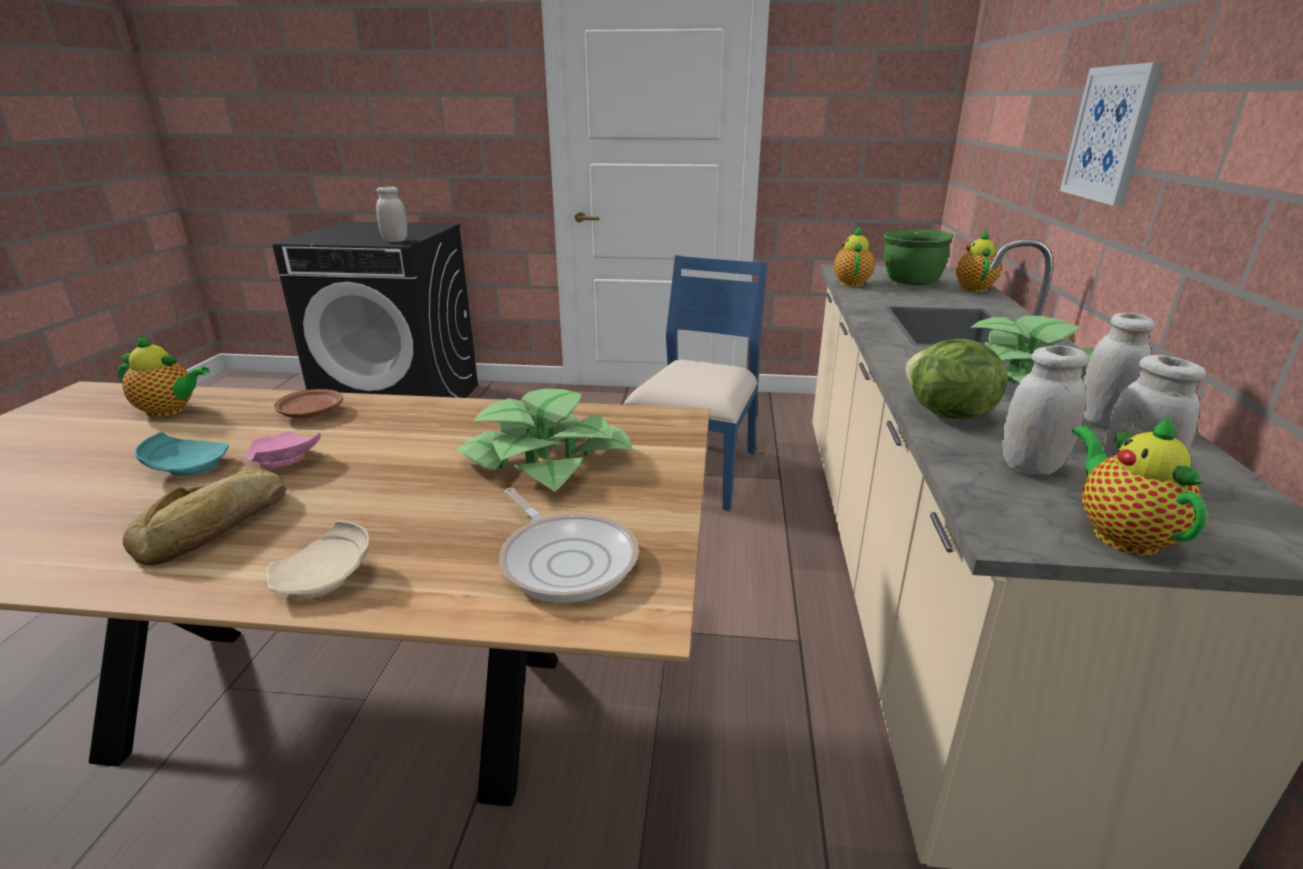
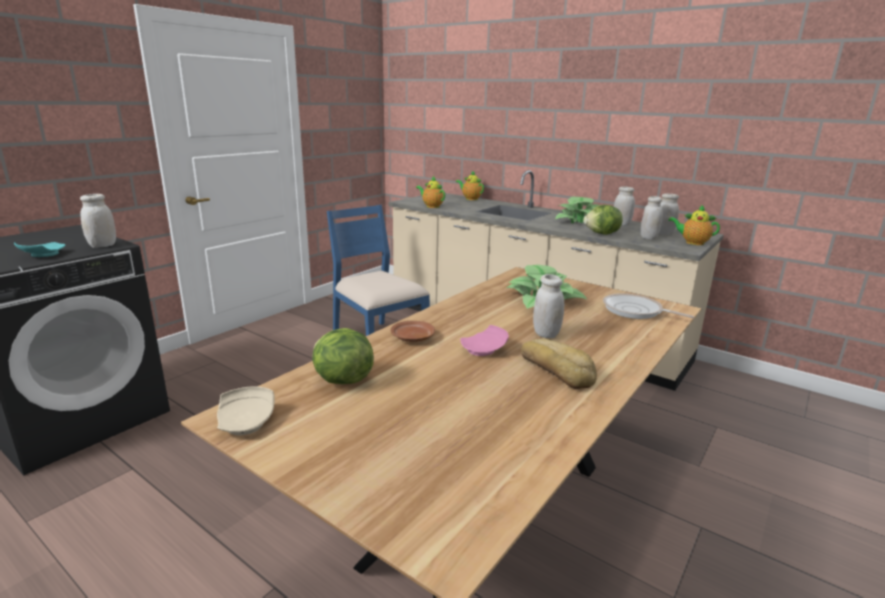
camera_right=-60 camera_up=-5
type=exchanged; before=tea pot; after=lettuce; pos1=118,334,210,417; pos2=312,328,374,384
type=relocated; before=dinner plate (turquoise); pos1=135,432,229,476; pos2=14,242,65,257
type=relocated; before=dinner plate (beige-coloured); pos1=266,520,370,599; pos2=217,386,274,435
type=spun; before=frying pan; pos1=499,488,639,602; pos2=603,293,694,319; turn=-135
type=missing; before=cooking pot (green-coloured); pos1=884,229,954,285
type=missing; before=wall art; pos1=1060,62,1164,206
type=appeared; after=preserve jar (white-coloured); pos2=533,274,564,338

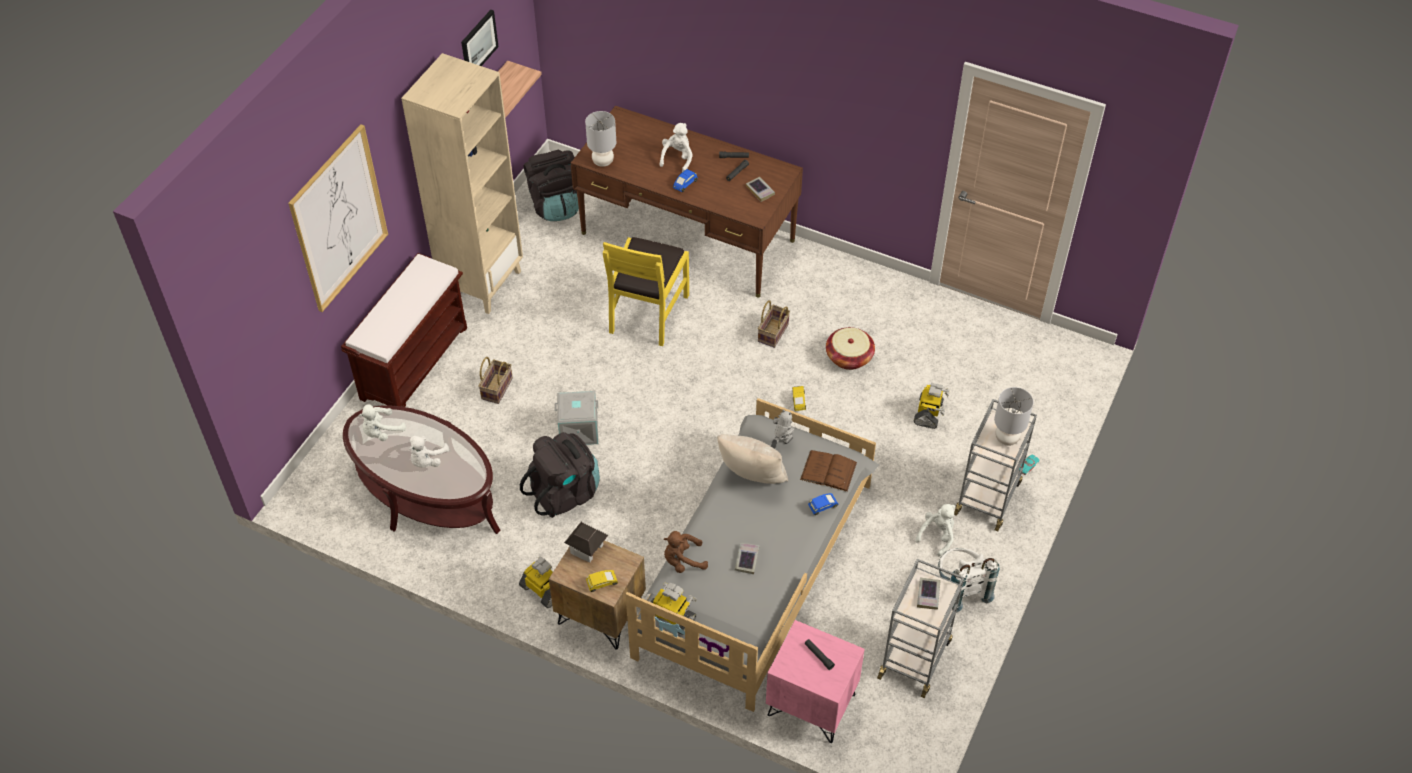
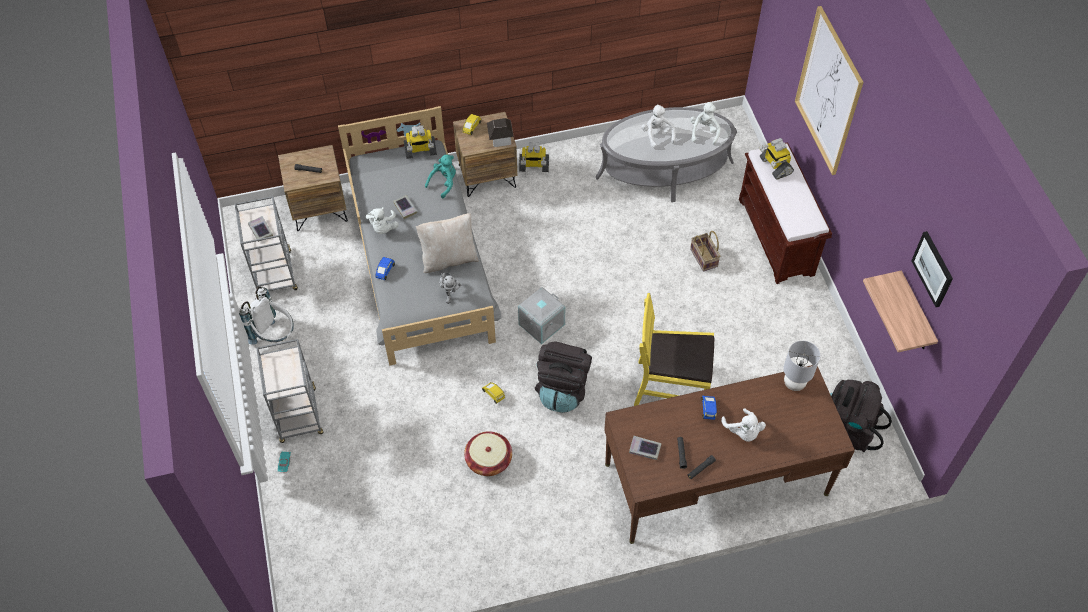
camera_right=140 camera_up=5
type=colour; before=coffee table (brown-coloured); after=coffee table (grey); pos1=343,405,500,534; pos2=596,107,737,202
type=missing; before=shelving unit (beige-coloured); pos1=401,53,523,314
type=relocated; before=backpack (blackish); pos1=520,432,600,518; pos2=535,341,592,413
type=relocated; before=storage box (grey); pos1=555,391,598,445; pos2=518,287,565,344
type=spun; before=chair (yellow); pos1=603,237,689,346; pos2=634,293,714,406; turn=-60
type=colour; before=cuddly toy (brown-coloured); after=cuddly toy (turquoise); pos1=664,531,708,573; pos2=425,155,456,198
type=missing; before=household basket; pos1=758,300,790,348
type=colour; before=nightstand (pink); after=nightstand (brown-coloured); pos1=766,620,865,743; pos2=278,145,348,231
type=missing; before=book (brown-coloured); pos1=800,450,857,492
type=relocated; before=toy robot; pos1=914,382,950,429; pos2=760,138,794,179
type=relocated; before=cuddly toy (white-coloured); pos1=915,504,955,557; pos2=366,207,399,234
type=missing; before=tabletop lamp (grey); pos1=994,387,1033,446

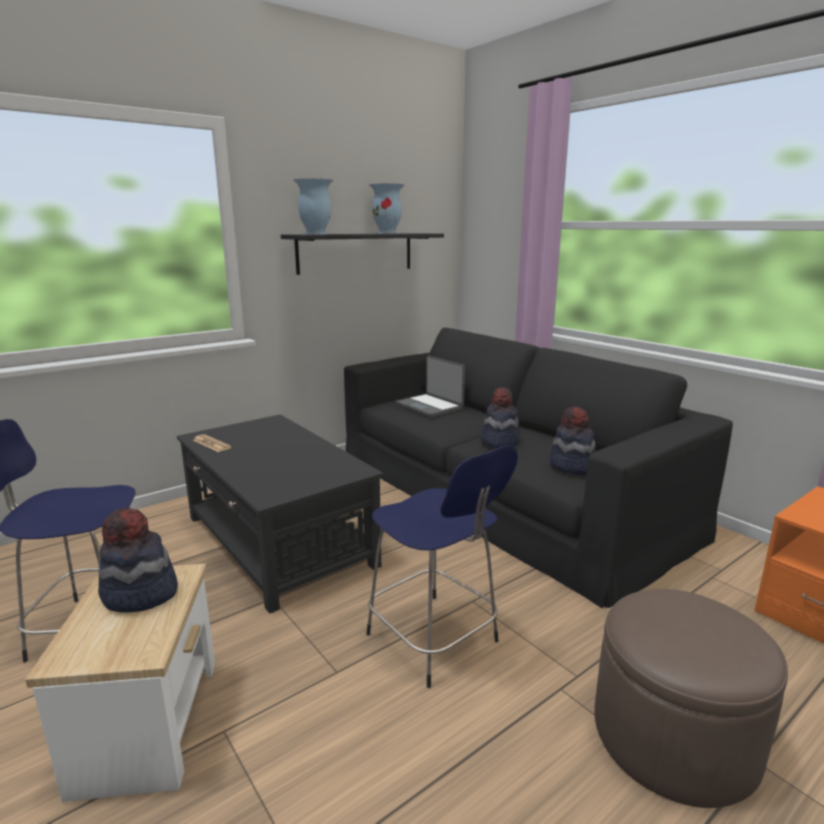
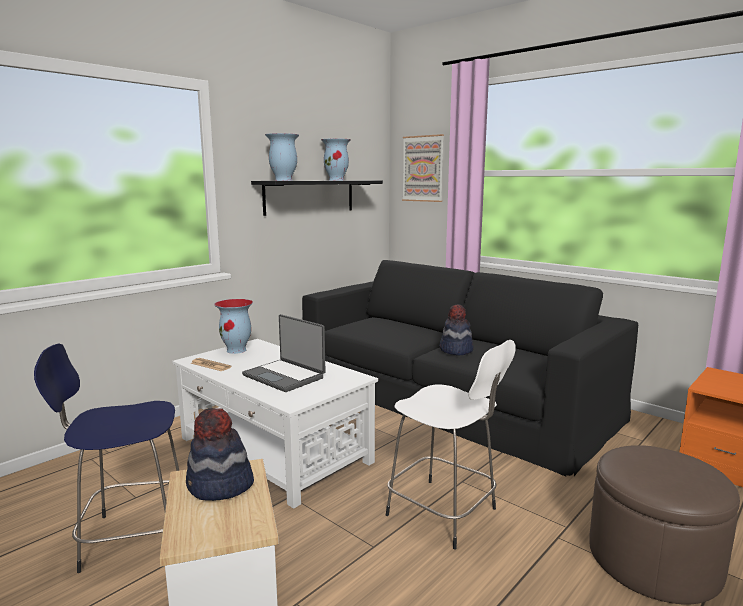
camera_right=-10 camera_up=-5
type=colour; before=coffee table (blackish); after=coffee table (white-coloured); pos1=177,414,383,614; pos2=172,339,378,509
type=colour; before=stool seat (bluish); after=stool seat (white-coloured); pos1=366,446,518,688; pos2=386,340,516,549
type=relocated; before=portable computer; pos1=395,356,465,418; pos2=242,314,326,392
type=missing; before=hat; pos1=550,406,596,475
type=appeared; after=flower vase; pos2=214,299,253,354
type=appeared; after=wall art; pos2=402,134,444,202

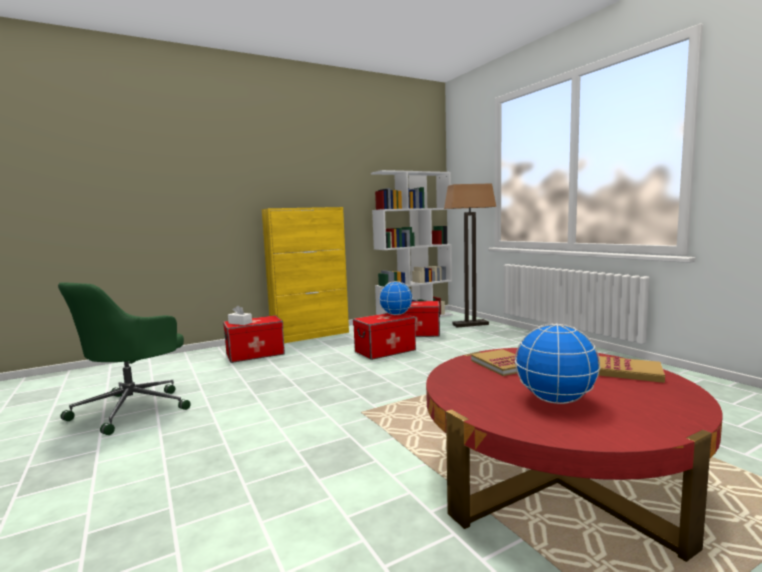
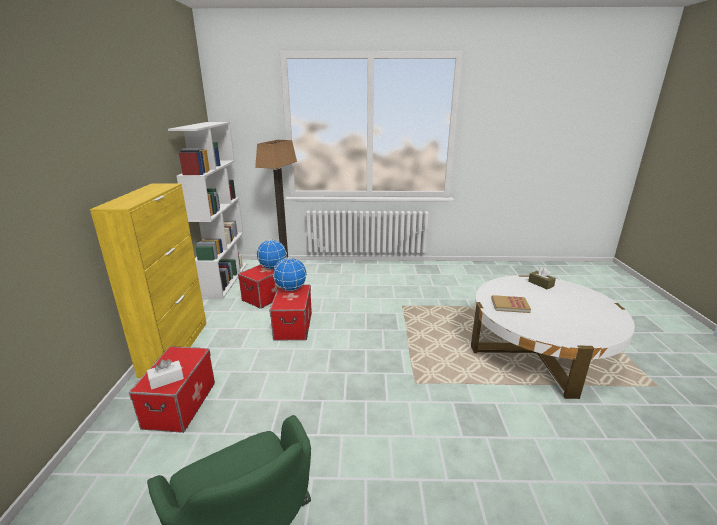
camera_right=-60 camera_up=15
type=colour; before=coffee table (red); after=coffee table (white-coloured); pos1=426,348,722,562; pos2=471,275,635,399
type=relocated; before=world globe; pos1=515,323,600,404; pos2=256,239,287,269
type=exchanged; before=book; after=tissue box (brown-coloured); pos1=598,356,665,383; pos2=528,267,556,289

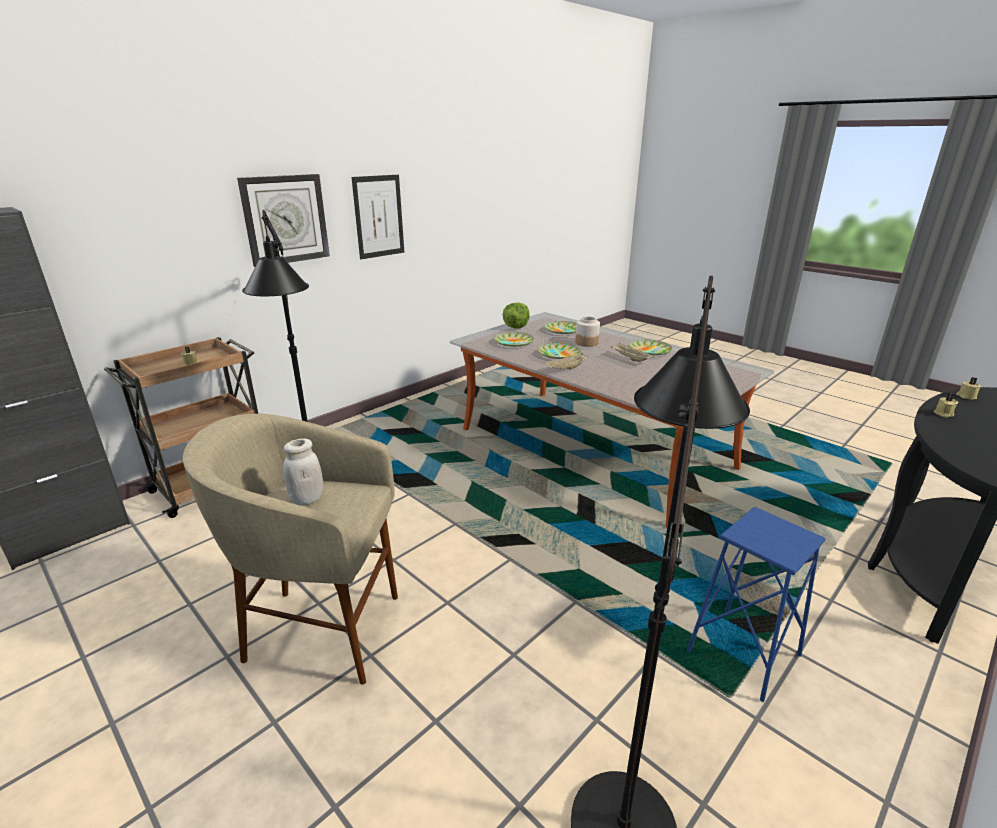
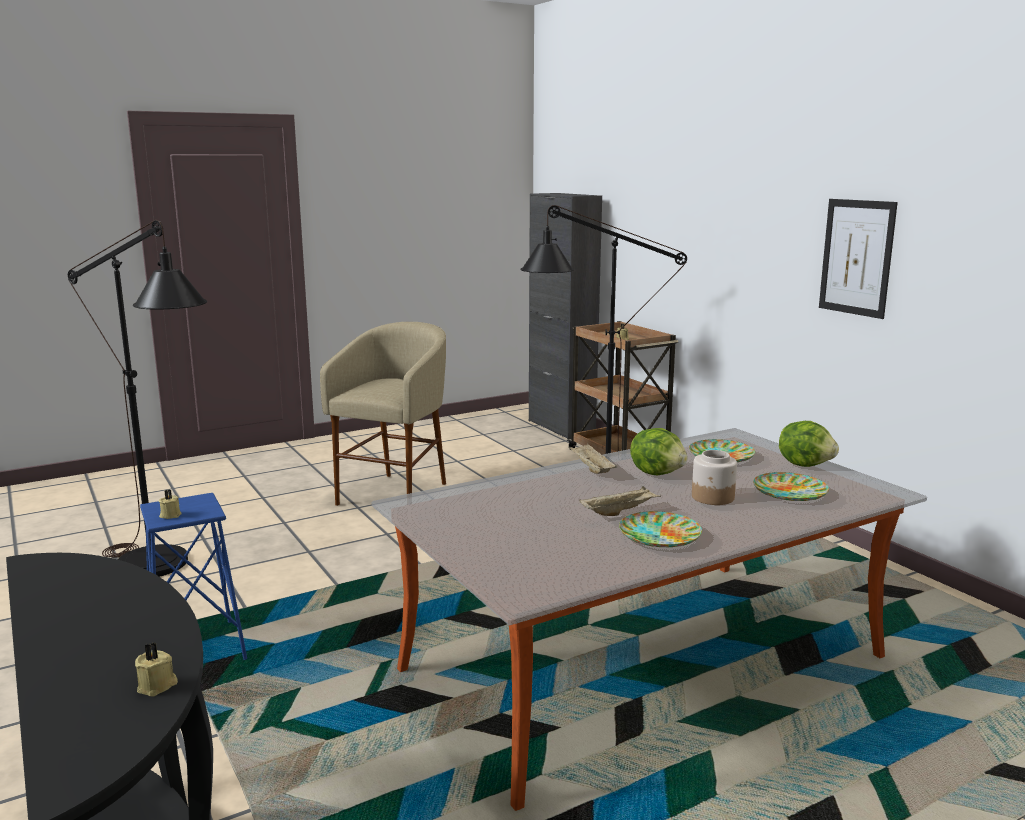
camera_right=105 camera_up=-10
type=missing; before=wall clock; pos1=237,174,330,267
type=missing; before=preserve jar (white-coloured); pos1=283,439,323,506
type=exchanged; before=dinner plate; after=lettuce; pos1=538,343,581,359; pos2=630,428,688,475
type=relocated; before=wax light (beige-coloured); pos1=933,393,958,418; pos2=159,490,182,519

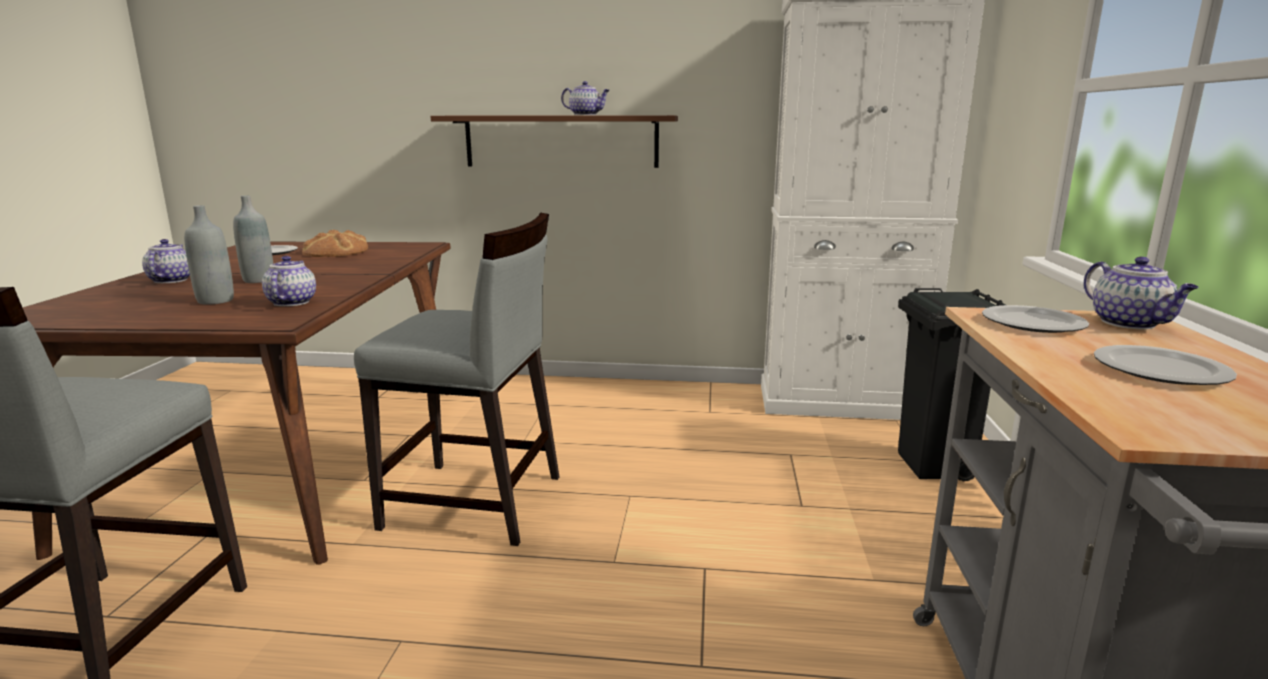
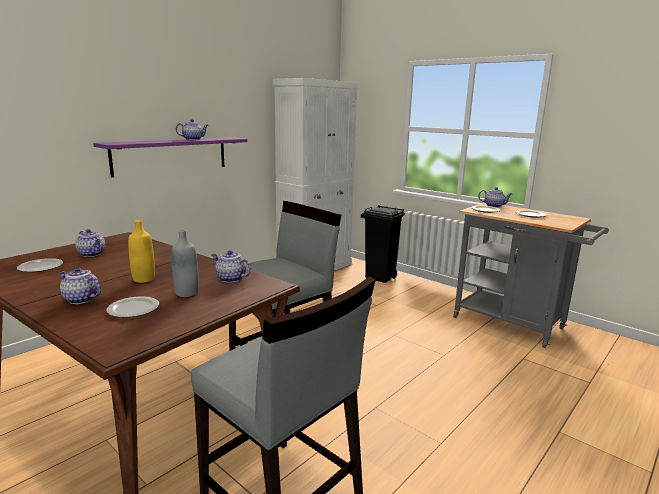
camera_right=-55 camera_up=0
type=colour; before=bottle (grey); after=bottle (yellow); pos1=233,195,273,283; pos2=128,220,155,283
type=exchanged; before=bread; after=tea pot; pos1=302,230,368,257; pos2=75,229,105,257
type=colour; before=wall shelf (brown-coloured); after=wall shelf (purple-coloured); pos1=430,115,678,168; pos2=93,137,248,177
type=appeared; after=dinner plate; pos2=106,296,159,318

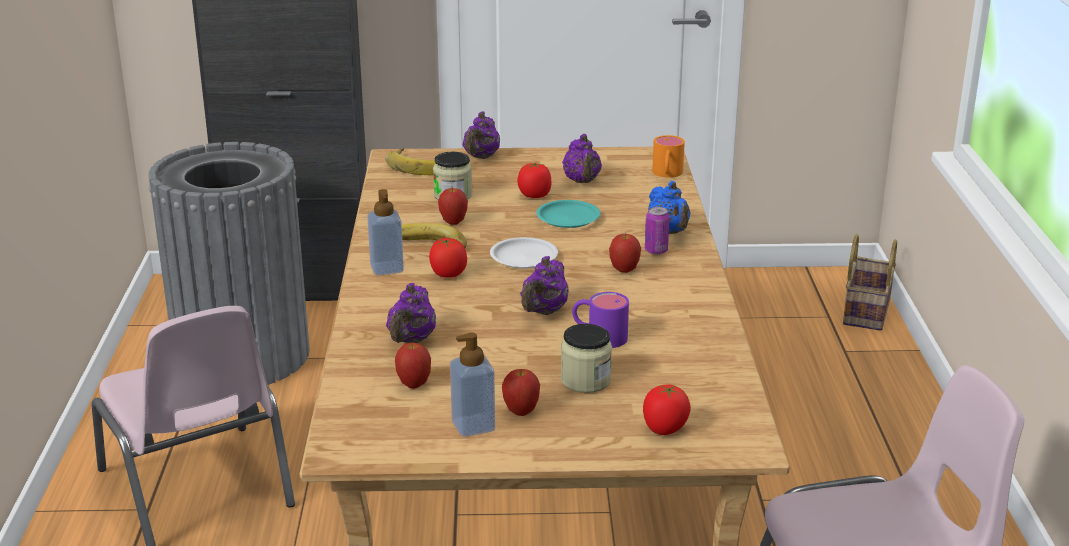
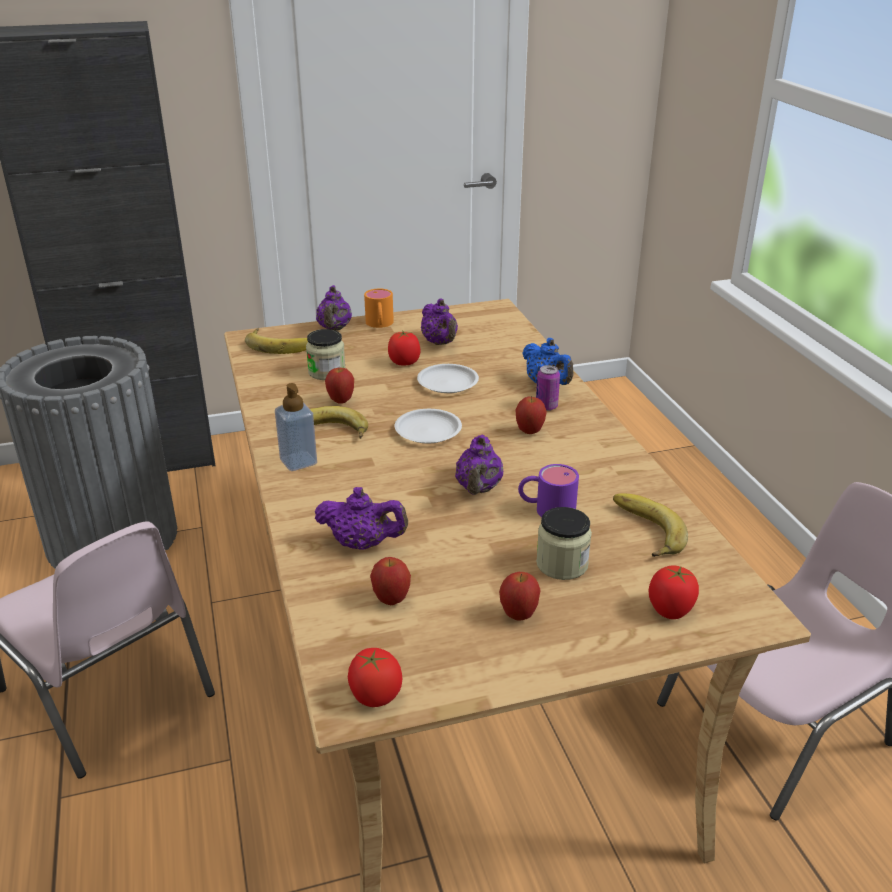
camera_right=-15 camera_up=5
type=spun; before=tea pot (purple-coloured); pos1=386,283,436,343; pos2=315,487,408,550; turn=-75
type=relocated; before=whole tomato; pos1=429,238,467,278; pos2=348,648,402,707
type=missing; before=liquid soap bottle; pos1=450,333,495,437
type=colour; before=dinner plate (turquoise); after=dinner plate (white-coloured); pos1=536,200,601,228; pos2=417,364,479,393
type=relocated; before=coffee mug (orangey); pos1=652,135,685,178; pos2=364,288,394,328
type=missing; before=household basket; pos1=843,234,897,331
type=appeared; after=banana; pos2=613,494,688,557

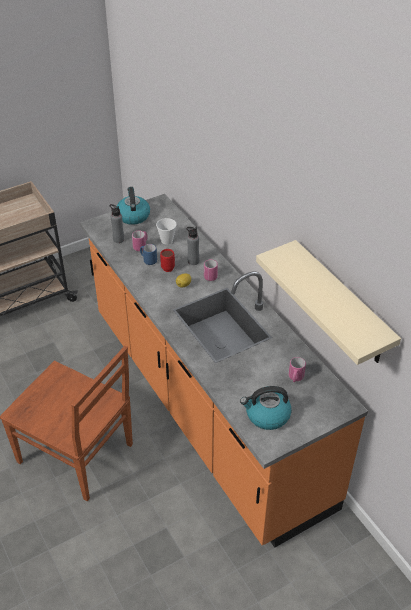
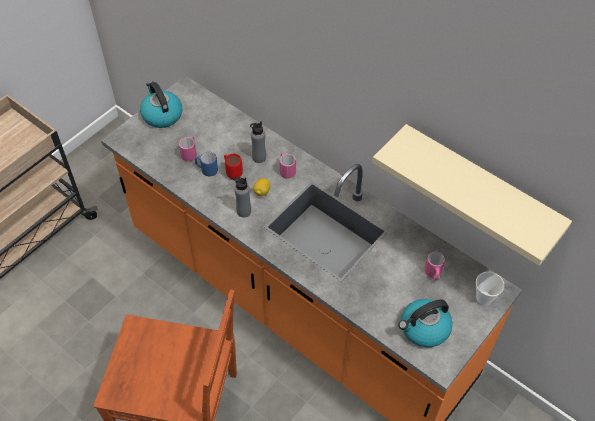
camera_right=-20 camera_up=10
type=relocated; before=bottle (grey); pos1=110,204,124,243; pos2=233,177,251,217
type=relocated; before=drinking cup; pos1=156,218,177,245; pos2=476,272,505,305

